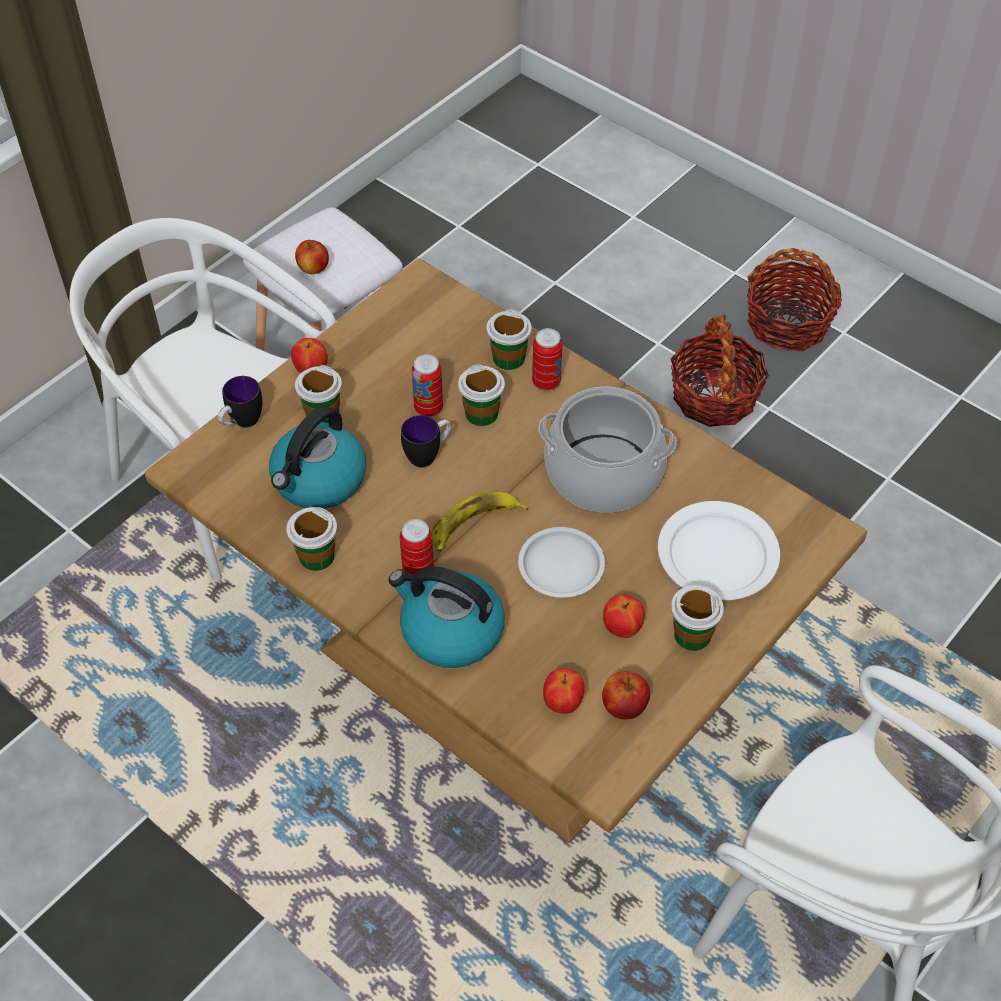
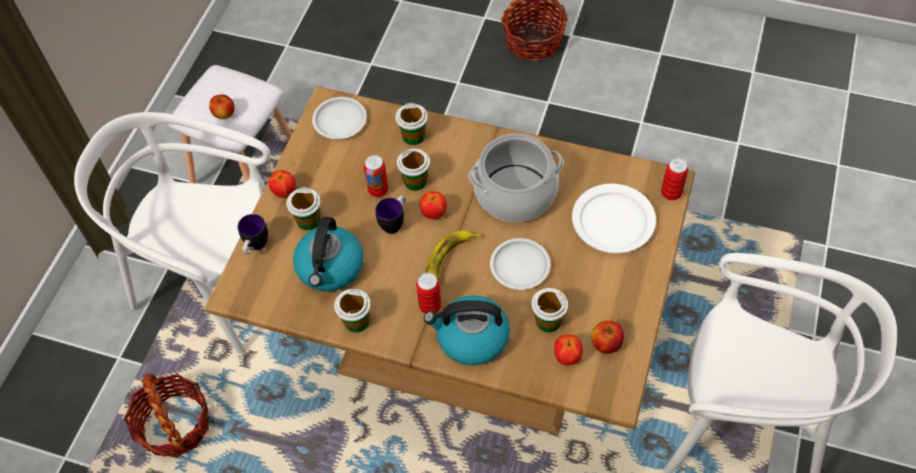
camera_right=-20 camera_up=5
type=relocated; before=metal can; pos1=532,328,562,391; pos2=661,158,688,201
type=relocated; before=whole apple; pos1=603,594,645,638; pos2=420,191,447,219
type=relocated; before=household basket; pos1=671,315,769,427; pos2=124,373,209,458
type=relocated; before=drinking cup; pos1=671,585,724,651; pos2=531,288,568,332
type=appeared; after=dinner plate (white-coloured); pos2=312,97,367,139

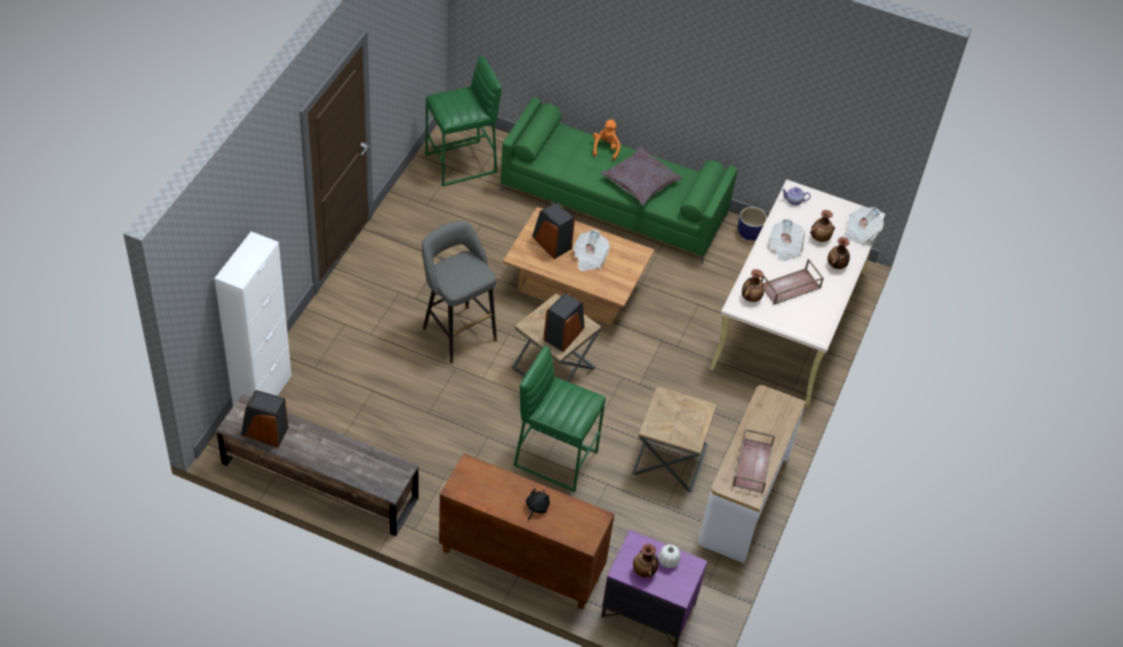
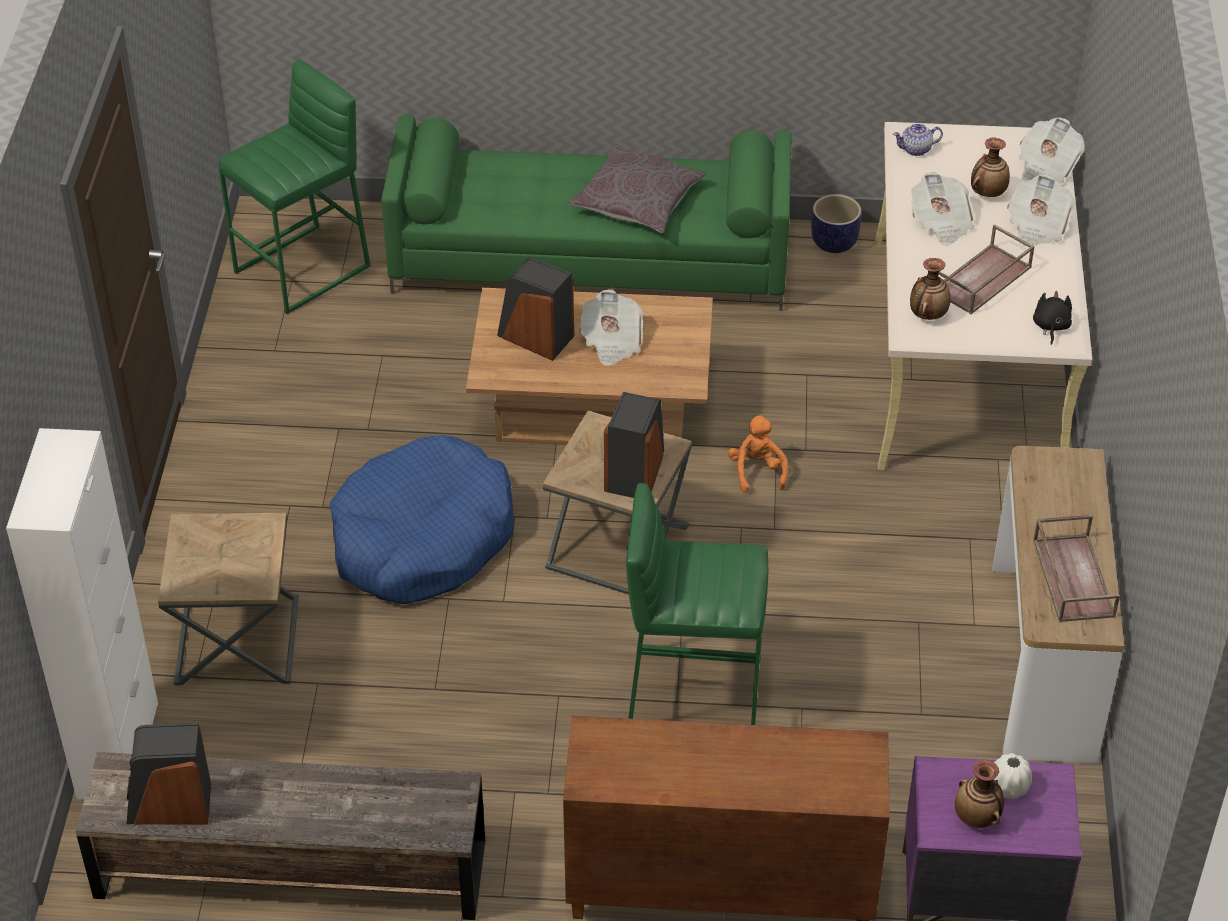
camera_right=-15 camera_up=-5
type=exchanged; before=stool seat (grey); after=dog cushion (bluish); pos1=422,221,497,364; pos2=330,435,514,604
type=relocated; before=cuddly toy (blackish); pos1=526,488,550,521; pos2=1033,291,1072,345
type=relocated; before=cuddly toy (orangey); pos1=593,119,621,161; pos2=728,415,788,492
type=relocated; before=side table (brown-coloured); pos1=632,386,717,492; pos2=158,512,299,685
type=exchanged; before=flower vase; after=daily paper; pos1=827,237,850,269; pos2=1007,174,1075,246

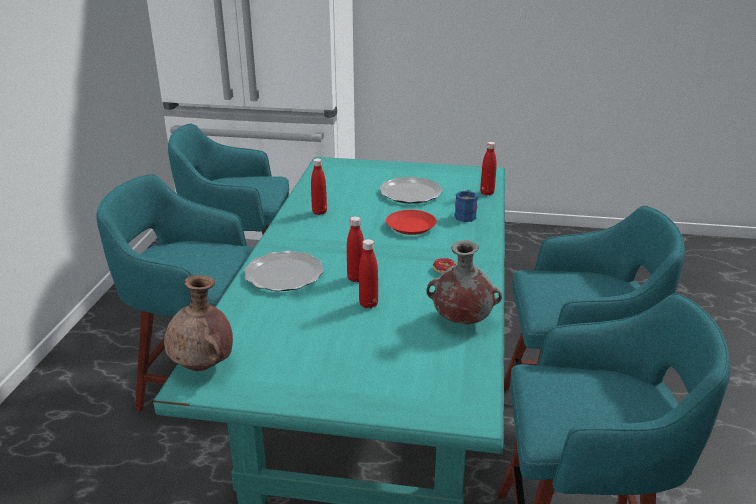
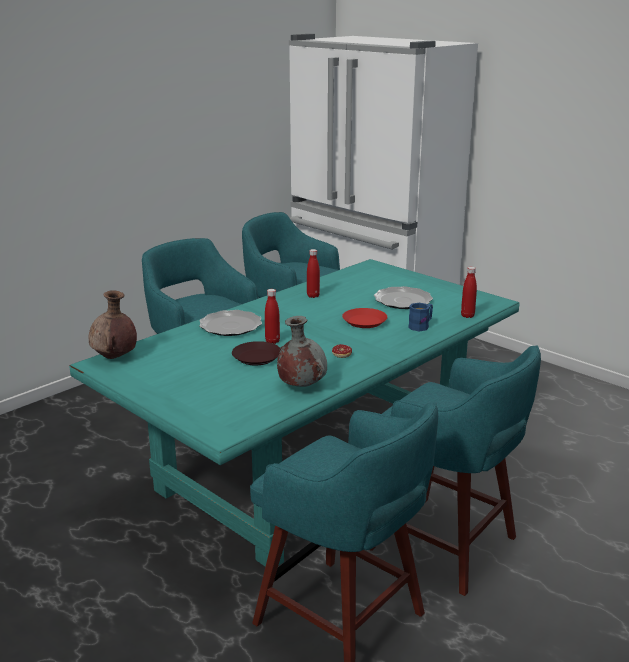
camera_right=35 camera_up=-5
type=exchanged; before=bottle (red); after=dinner plate (brown-coloured); pos1=359,239,378,308; pos2=232,341,280,365

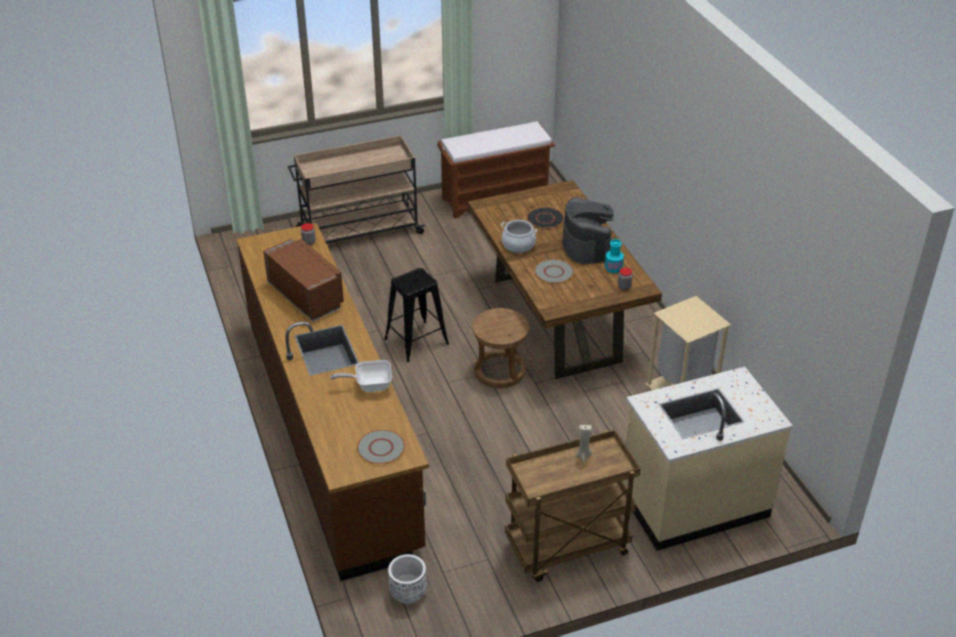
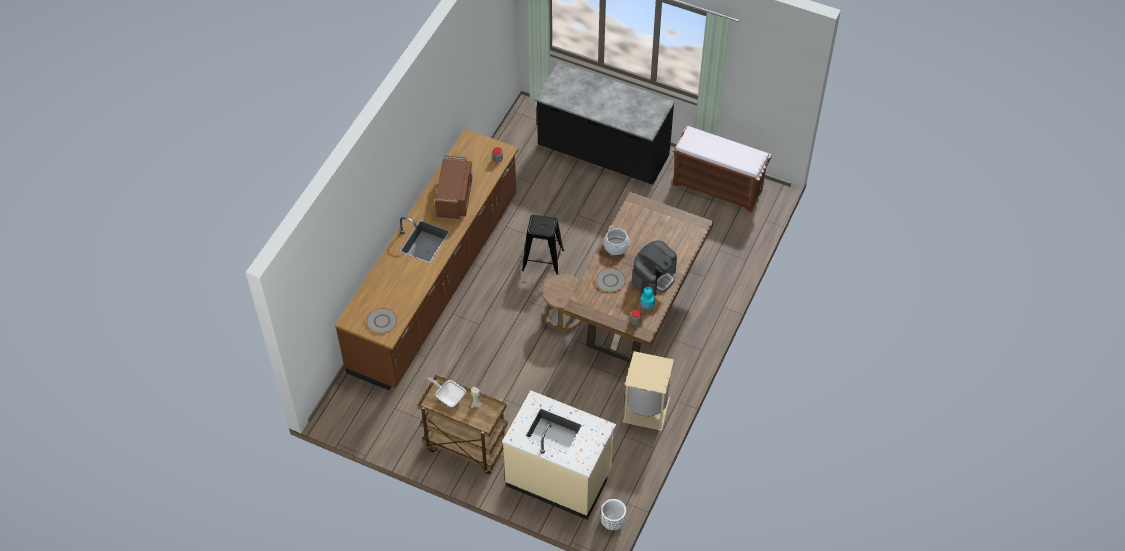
camera_right=45 camera_up=15
type=exchanged; before=wheeled cart (beige-coloured); after=kitchen base unit (blackish); pos1=288,135,425,243; pos2=535,62,675,185
type=relocated; before=frying pan; pos1=330,360,392,392; pos2=427,377,466,407
type=relocated; before=flower pot (white-coloured); pos1=388,554,427,604; pos2=601,499,626,530
type=missing; before=dinner plate (blackish); pos1=527,207,564,229

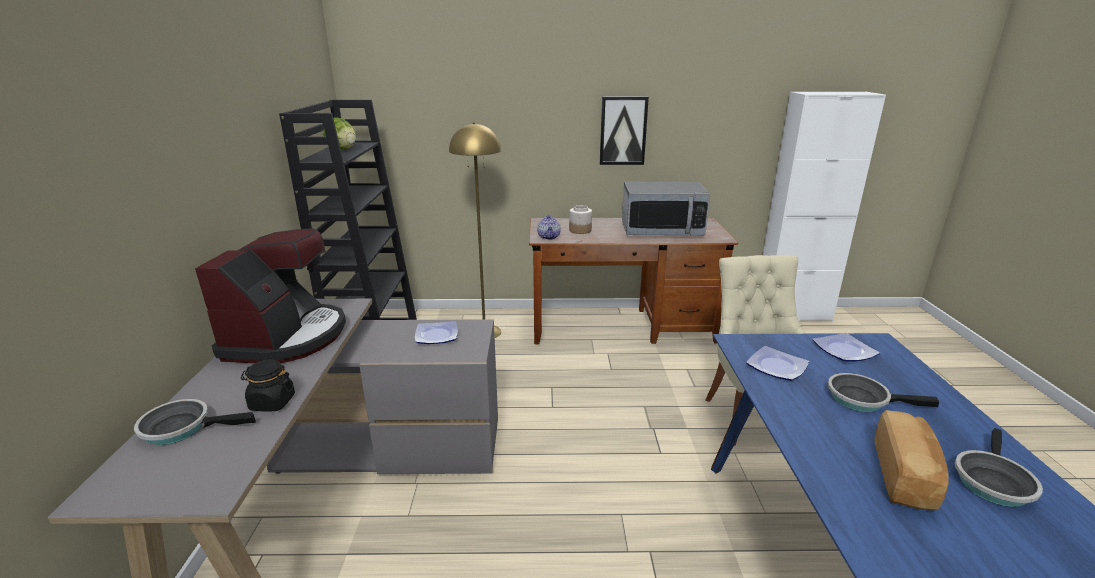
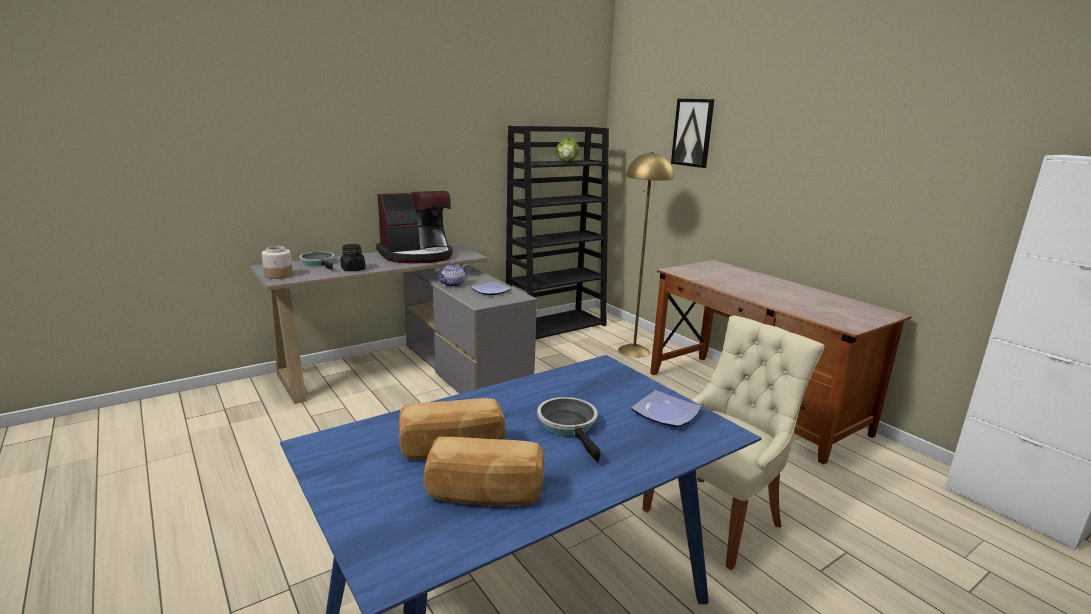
camera_right=55 camera_up=-5
type=relocated; before=tea pot; pos1=537,215,561,240; pos2=435,262,470,287
type=relocated; before=preserve jar; pos1=569,205,592,234; pos2=262,246,293,279
type=relocated; before=wall art; pos1=600,96,649,165; pos2=671,99,714,168
type=missing; before=microwave oven; pos1=622,182,710,236
type=missing; before=dinner plate; pos1=746,346,809,381
type=exchanged; before=frying pan; after=bread; pos1=955,428,1043,507; pos2=424,437,544,506

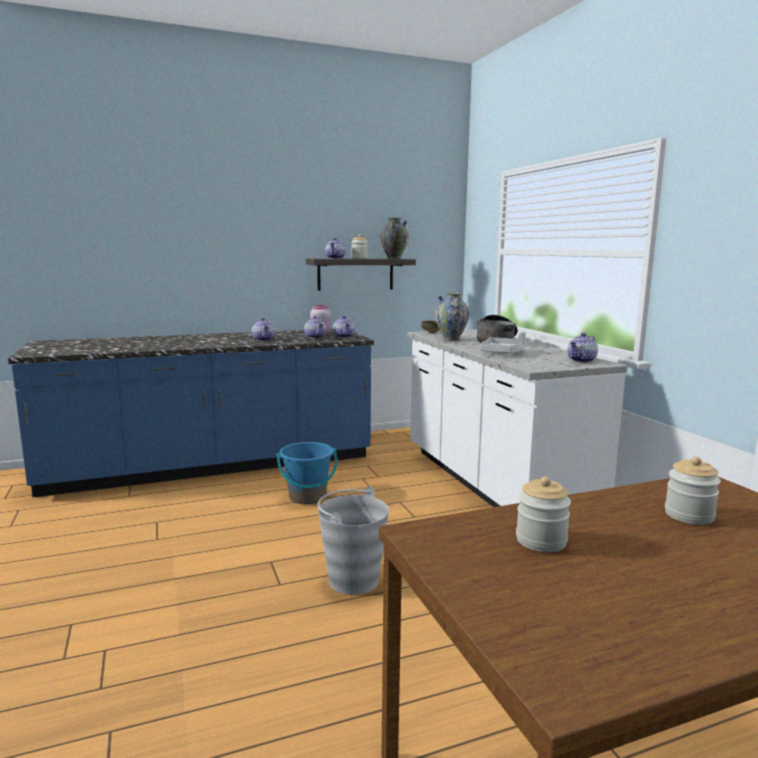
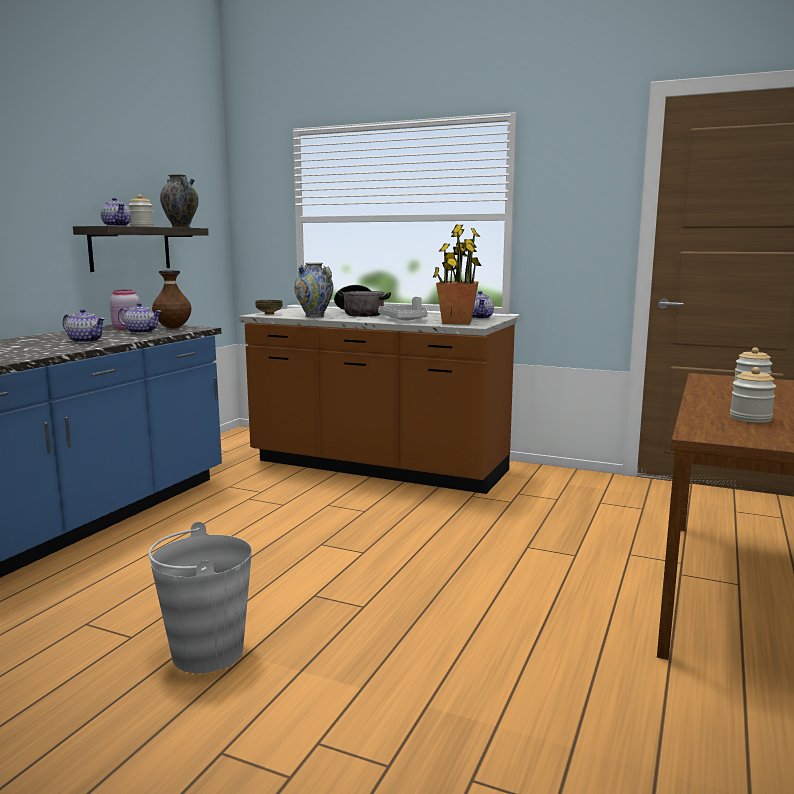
camera_right=-45 camera_up=0
type=missing; before=pail (bluish); pos1=277,442,337,504
type=relocated; before=pail (grey); pos1=318,486,389,595; pos2=148,522,252,673
type=exchanged; before=tea pot; after=flower vase (brown-coloured); pos1=333,315,355,338; pos2=152,270,191,328
type=colour; before=kitchen base unit (white-coloured); after=kitchen base unit (brown-coloured); pos1=407,329,627,507; pos2=239,307,517,494
type=appeared; after=potted plant; pos2=433,225,482,324

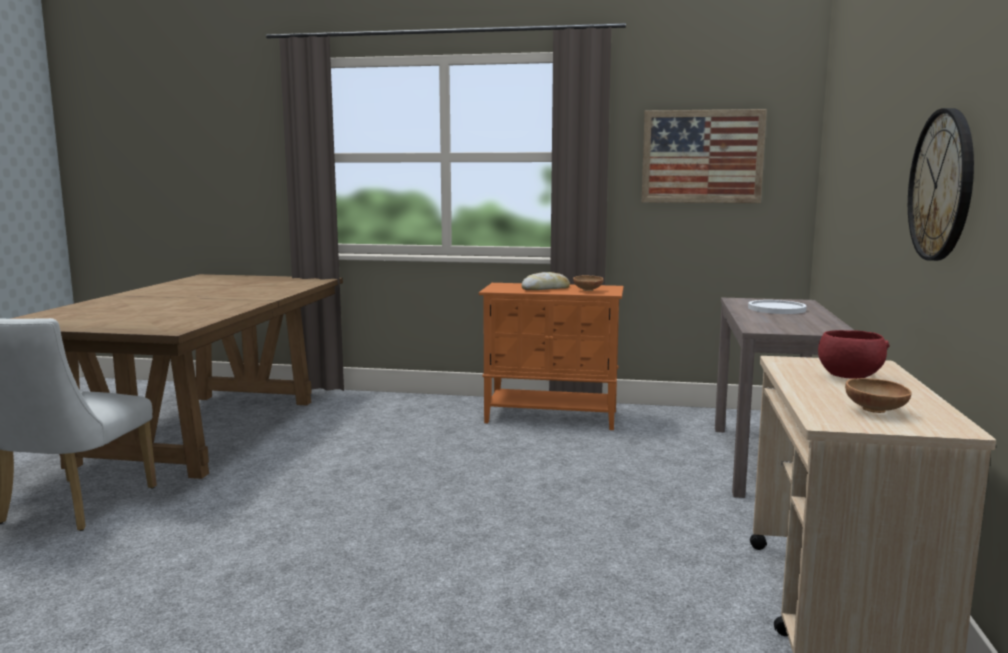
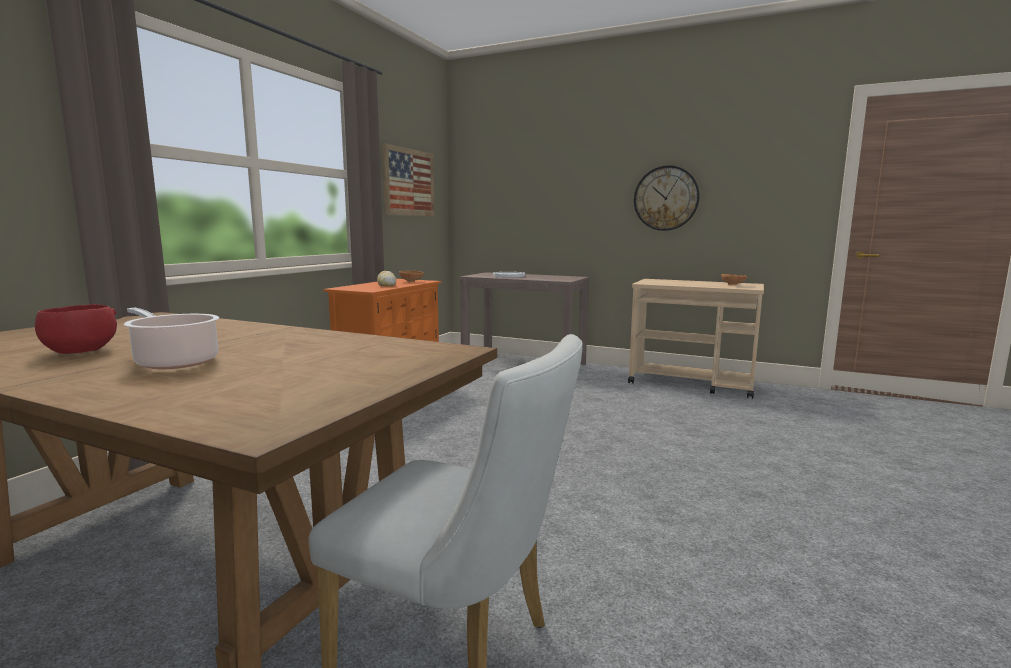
camera_right=-75 camera_up=0
type=relocated; before=serving bowl (red); pos1=818,330,890,379; pos2=35,304,117,354
type=appeared; after=cooking pot; pos2=124,308,219,369

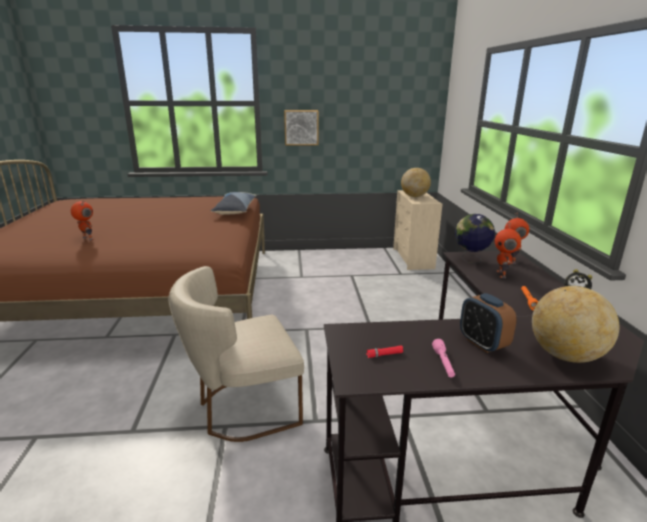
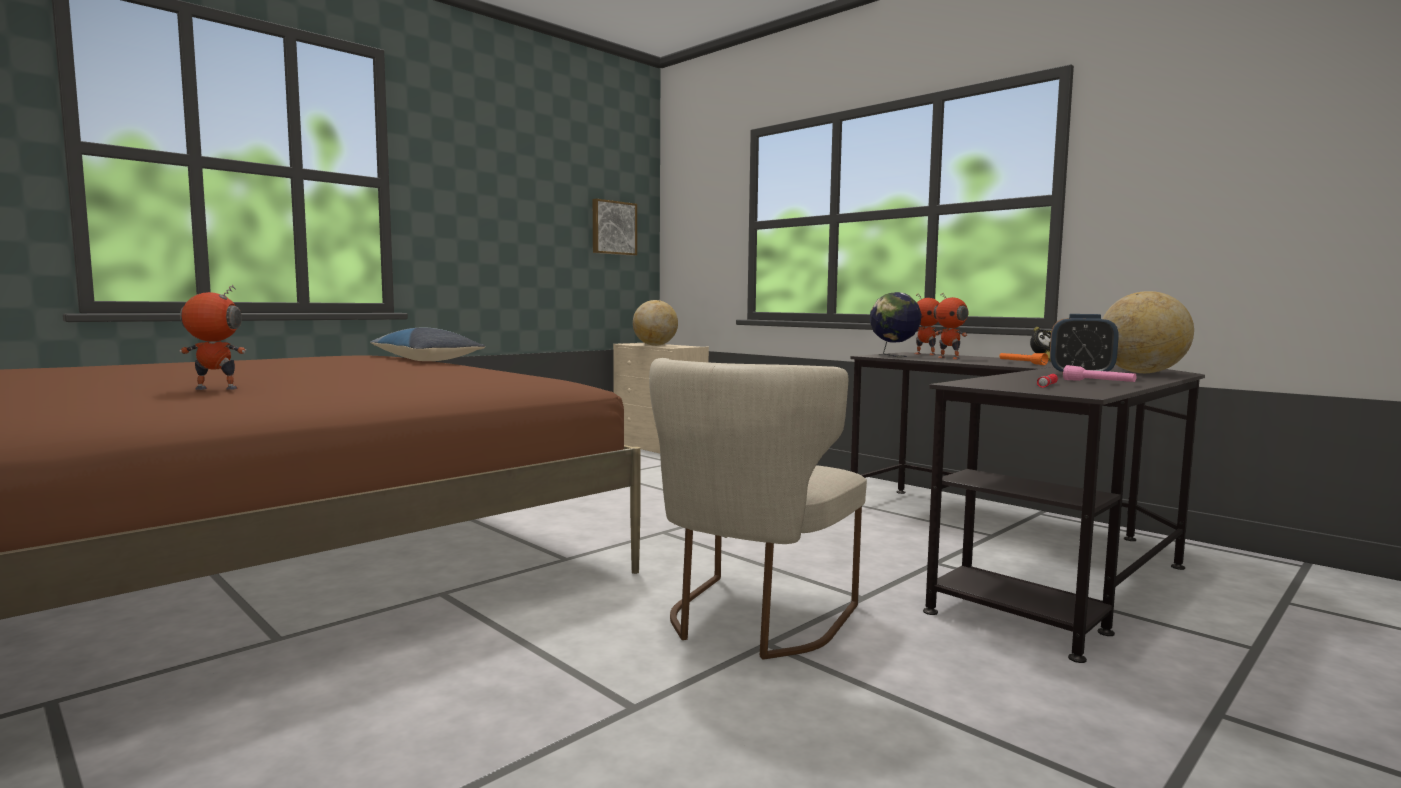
camera_right=-40 camera_up=-15
type=relocated; before=wall art; pos1=284,110,319,146; pos2=593,199,637,256

